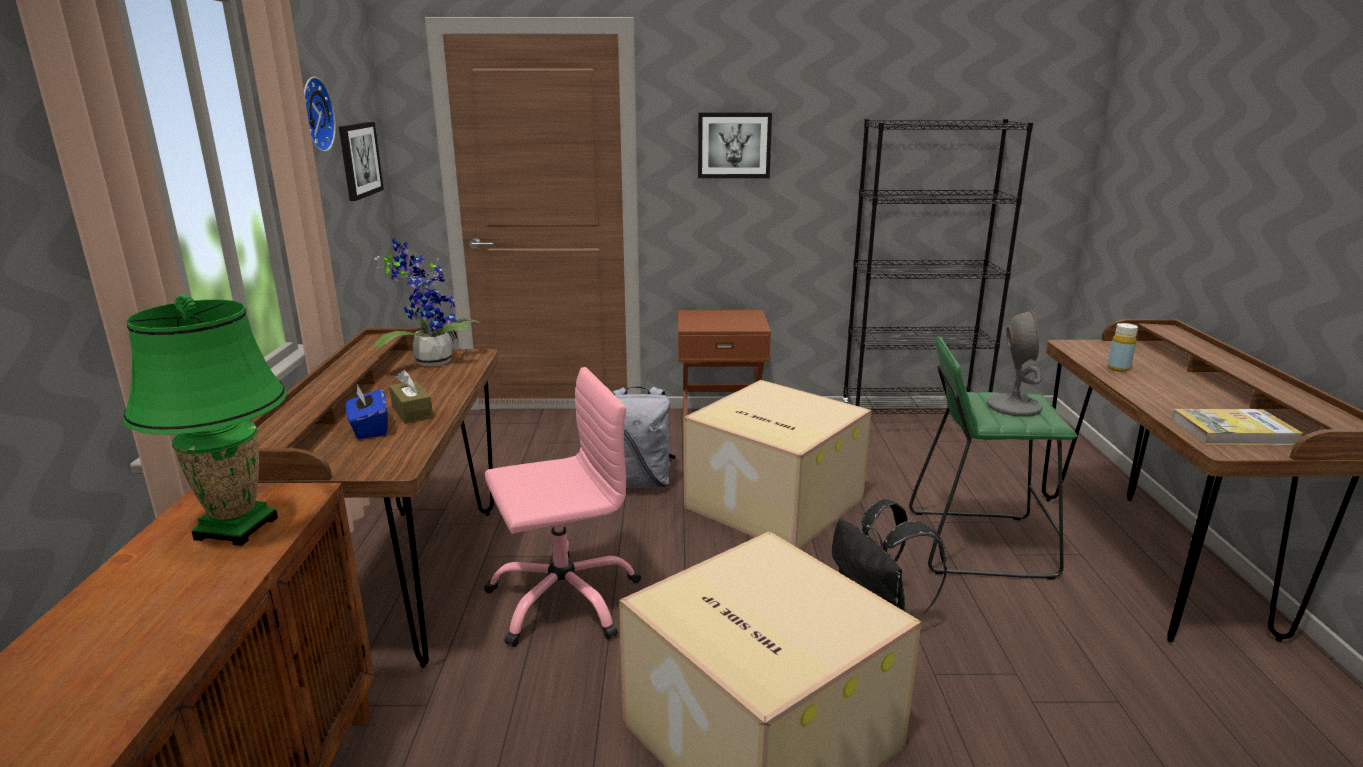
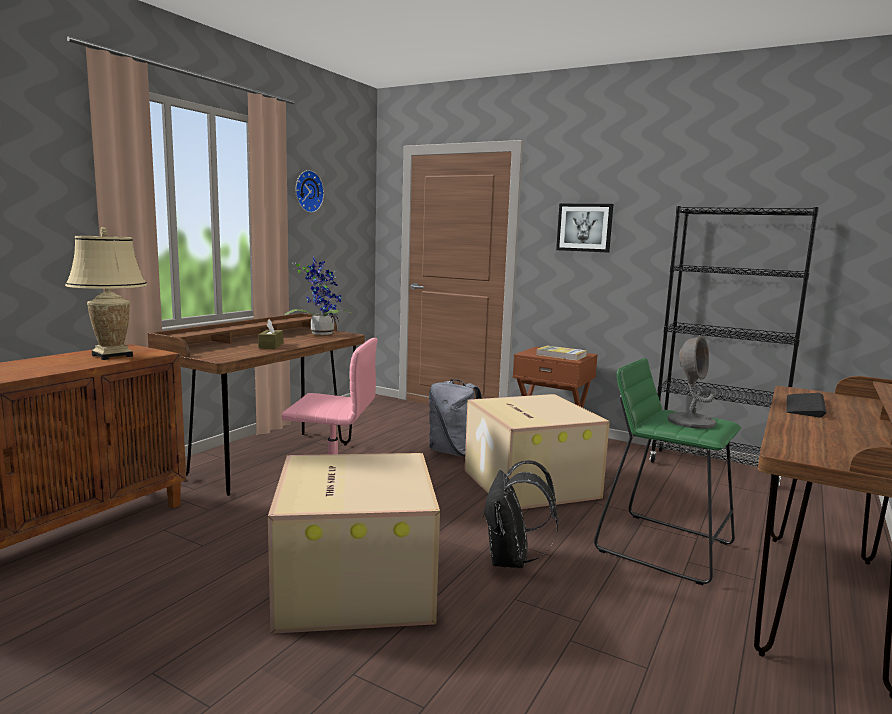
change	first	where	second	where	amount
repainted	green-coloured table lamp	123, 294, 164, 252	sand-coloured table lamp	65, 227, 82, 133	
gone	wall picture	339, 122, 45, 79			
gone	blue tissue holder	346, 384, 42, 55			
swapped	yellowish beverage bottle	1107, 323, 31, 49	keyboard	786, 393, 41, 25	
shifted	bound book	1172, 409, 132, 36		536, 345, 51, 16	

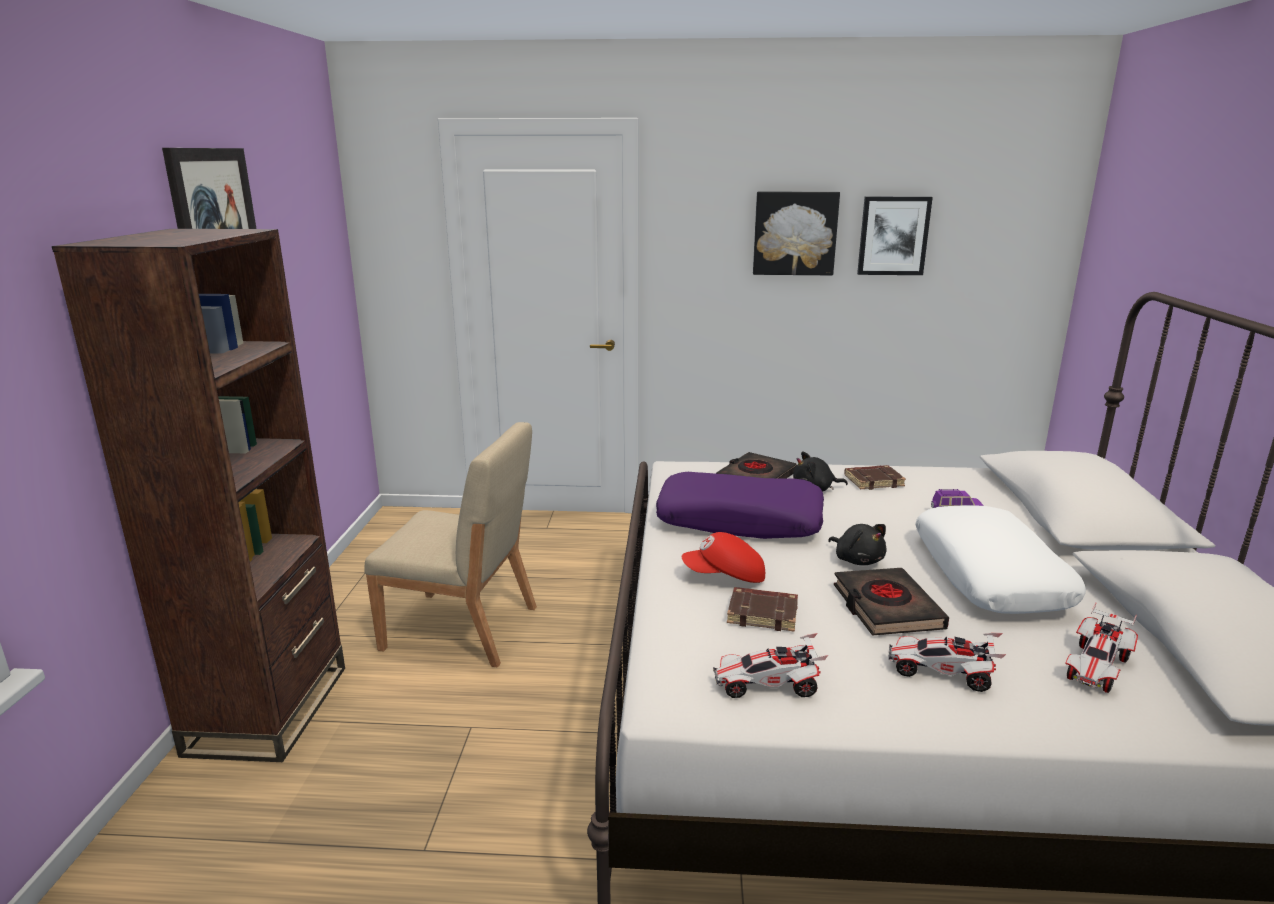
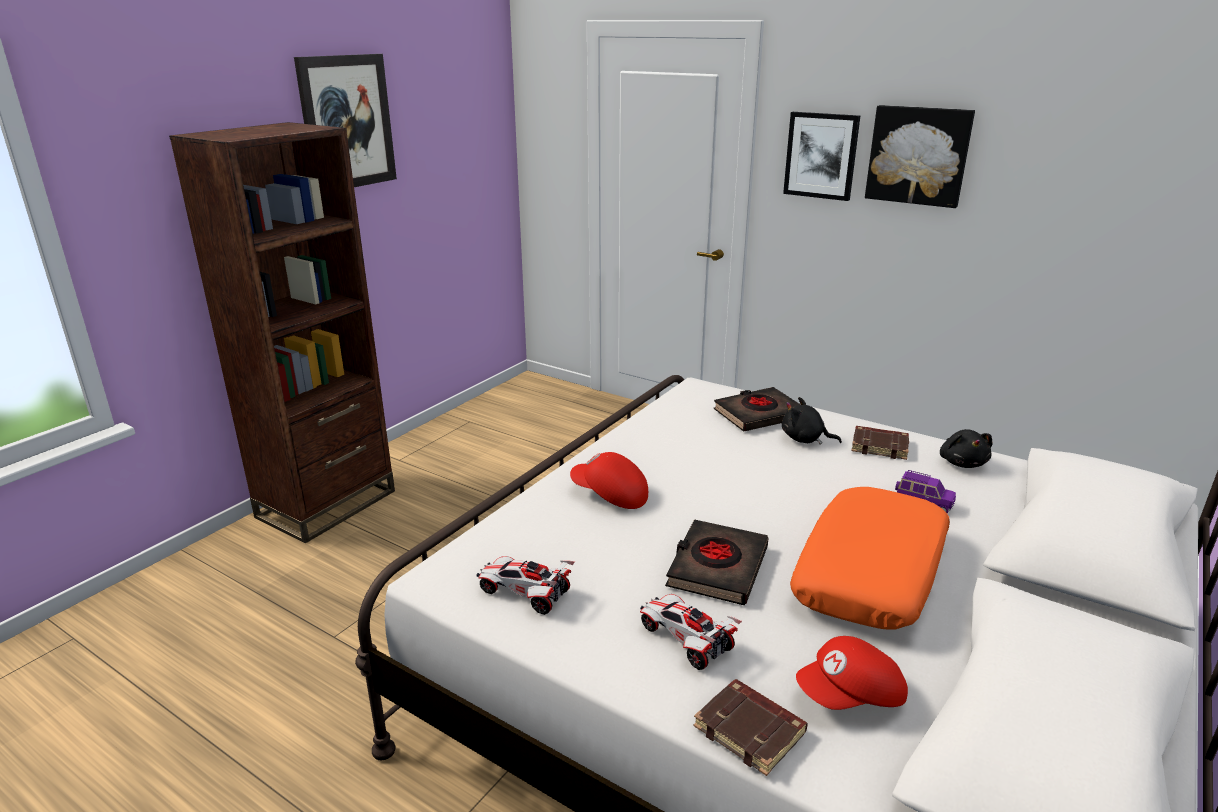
change	first	where	second	where	amount
gone	sand-coloured upright chair	364, 422, 173, 245			
gone	purple throw pillow	656, 472, 168, 67			
shifted	brownish bound book	727, 587, 71, 45		693, 679, 115, 97	
shifted	blackish cuddly toy	828, 524, 58, 41		940, 429, 53, 39	
shifted	wall picture	857, 197, 76, 78		783, 112, 77, 89	
repainted	white throw pillow	915, 506, 171, 108	orangey throw pillow	790, 487, 160, 142	
swapped	toy car	1065, 602, 73, 91	red-coloured peaked cap	796, 636, 112, 74	

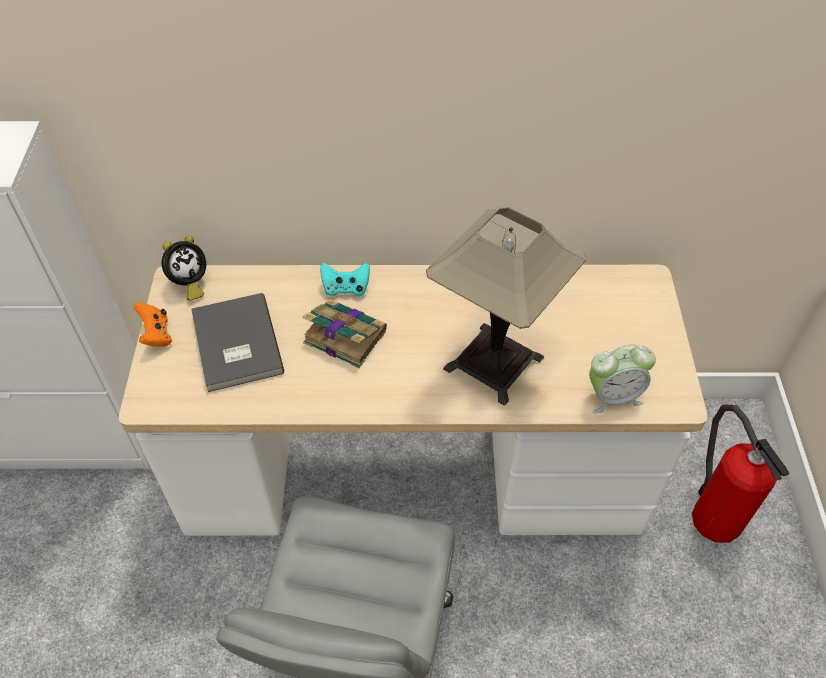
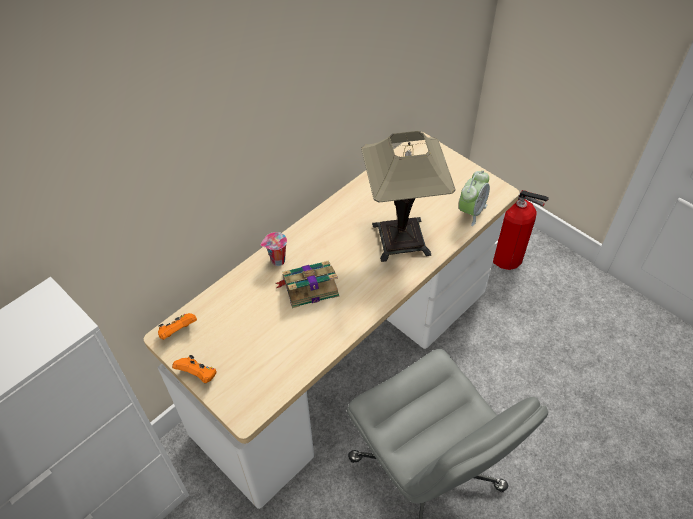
change	first	where	second	where	amount
swapped	alarm clock	162, 236, 44, 65	orangey gamepad	158, 313, 39, 27	
gone	grey bound book	192, 293, 92, 99			
swapped	turquoise-coloured gamepad	320, 263, 50, 33	drinking cup	260, 232, 27, 34	

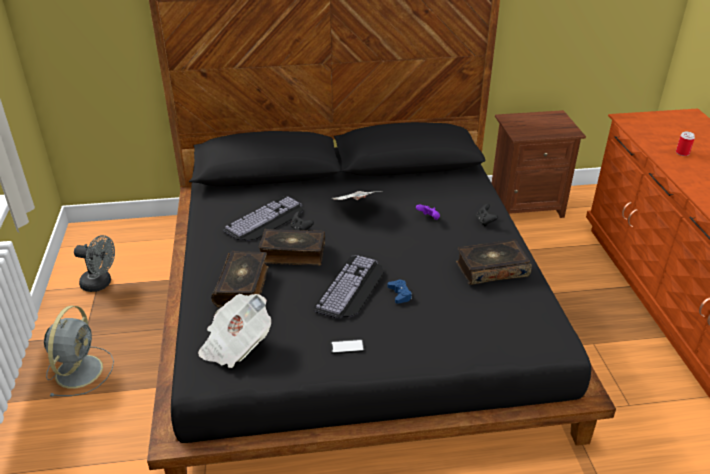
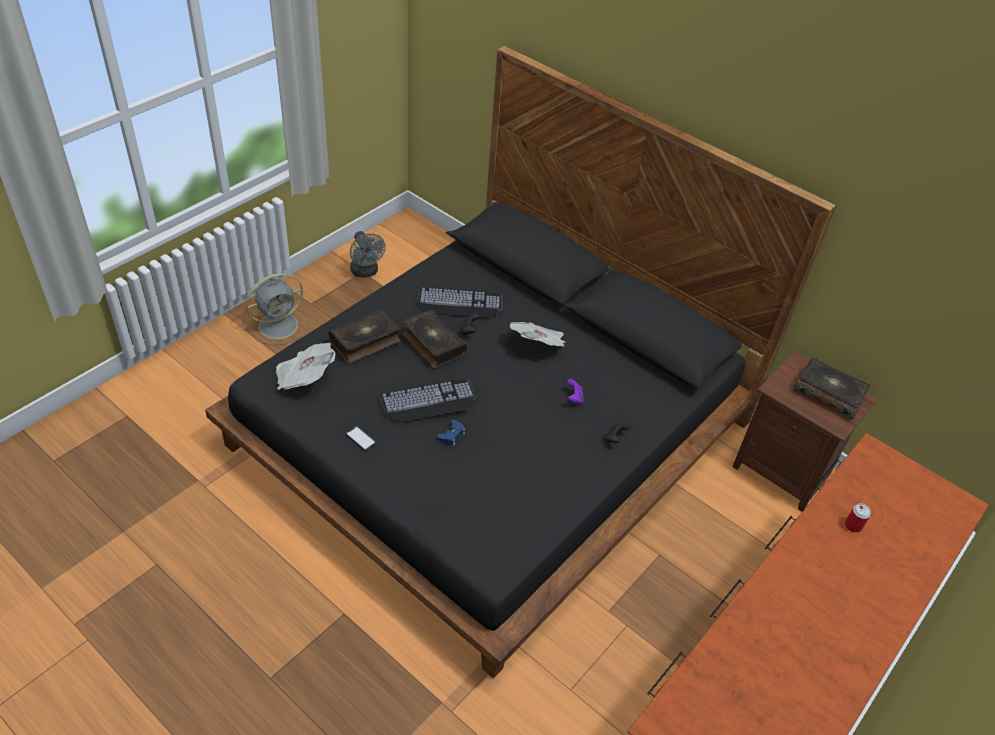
change	first	where	second	where	amount
shifted	bound book	456, 239, 76, 46		794, 357, 76, 63	

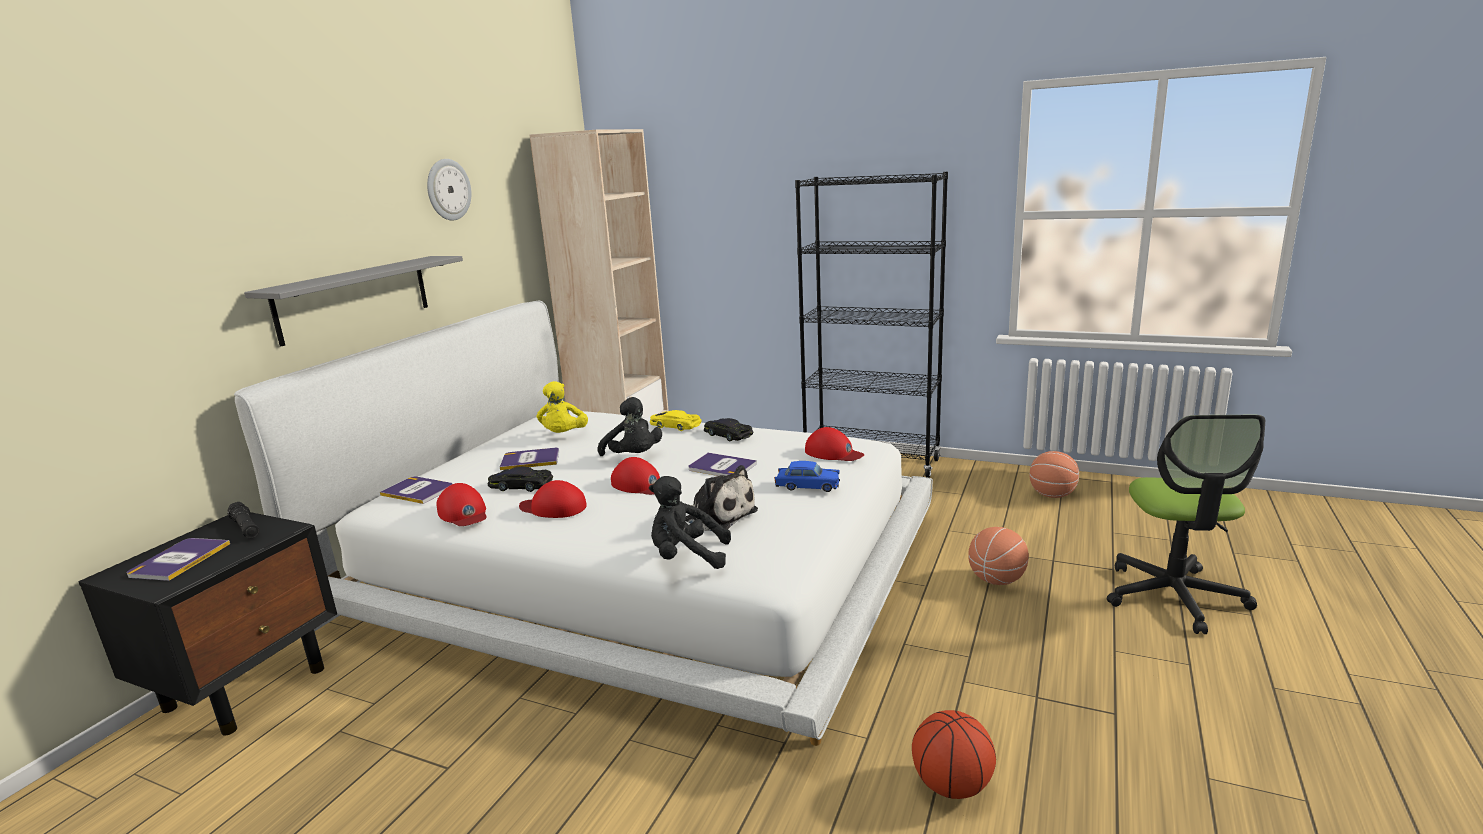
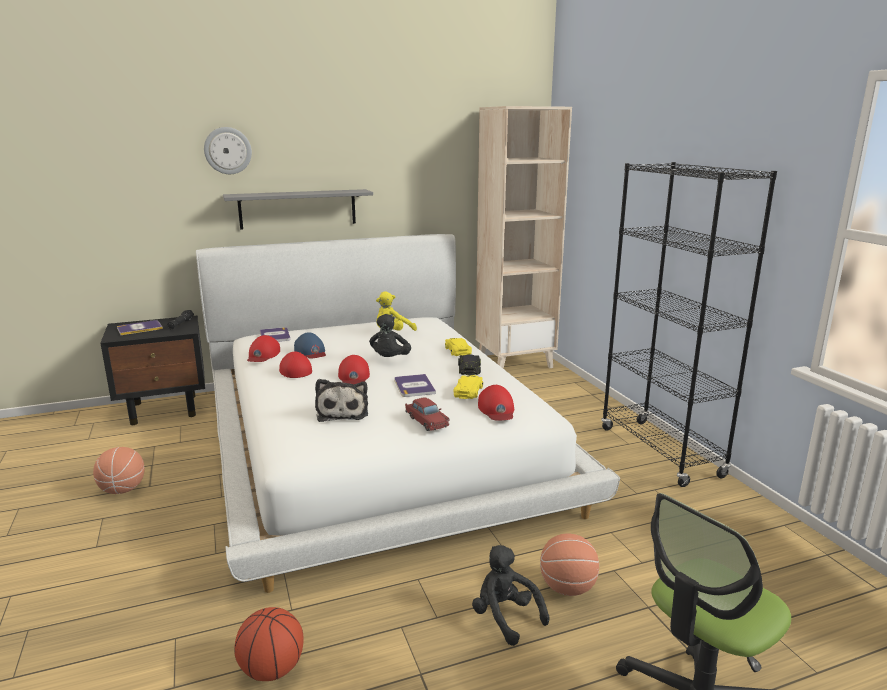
change	first	where	second	where	amount
shifted	wall clock	427, 159, 44, 61		204, 127, 48, 47	
swapped	blackish toy car	488, 467, 65, 25	blue peaked cap	294, 332, 32, 27	
gone	bound book	500, 448, 59, 22			
shifted	blackish cuddly toy	649, 476, 82, 93		472, 545, 78, 101	
repainted	blue toy car	774, 461, 66, 31	red-coloured toy car	405, 397, 45, 34	
shifted	basketball ball	1030, 451, 49, 47		93, 447, 52, 47	
new			yellowish toy car	454, 375, 29, 24	

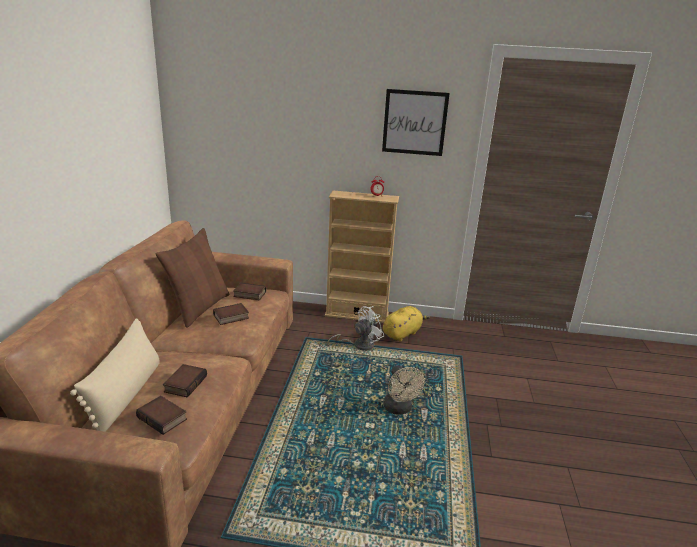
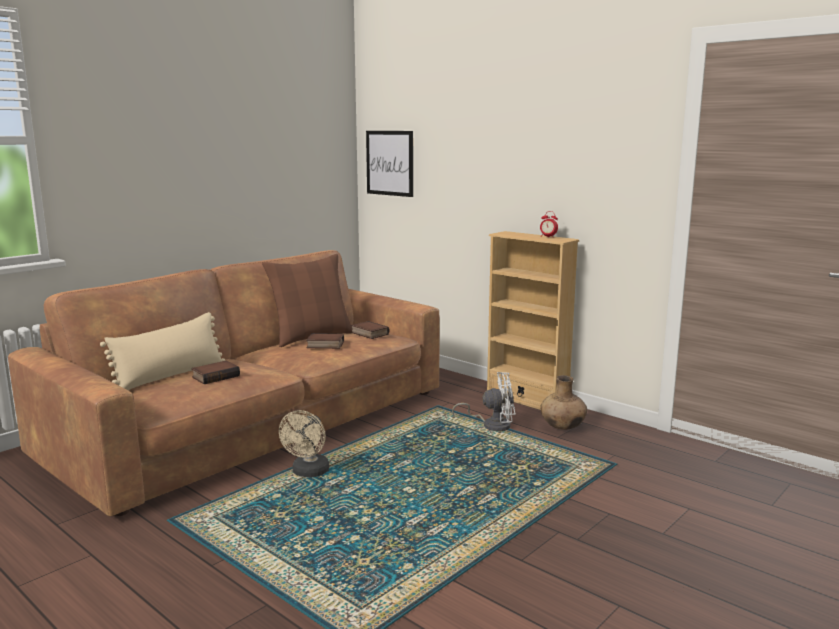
change	first	where	second	where	amount
gone	bound book	136, 396, 51, 39			
shifted	wall picture	382, 89, 68, 67		366, 131, 47, 66	
swapped	yellowish cuddly toy	383, 306, 47, 36	brownish vase	540, 375, 47, 55	
shifted	sand-coloured electric fan	383, 365, 42, 50		279, 410, 50, 67	

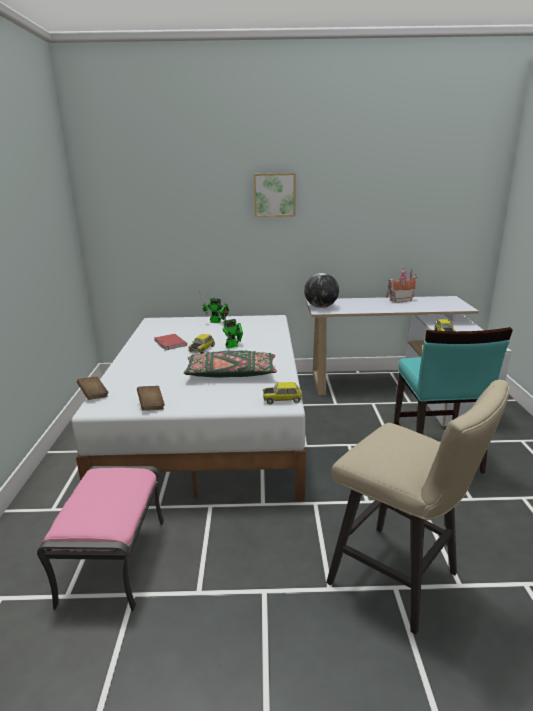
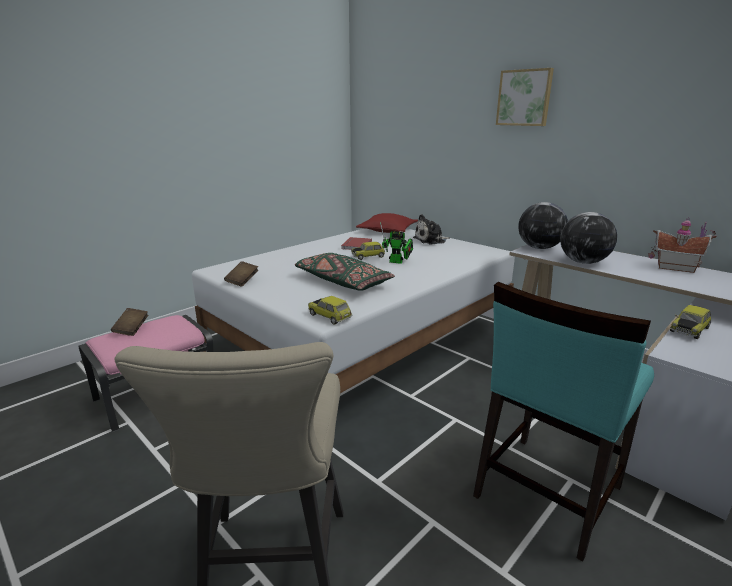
change	first	where	second	where	amount
shifted	brownish bound book	77, 376, 32, 24		111, 308, 37, 28	
swapped	robot figure	200, 292, 29, 31	cuddly toy	413, 214, 36, 30	
new			red-coloured throw pillow	356, 213, 62, 20	
new			desk globe	560, 212, 57, 52	

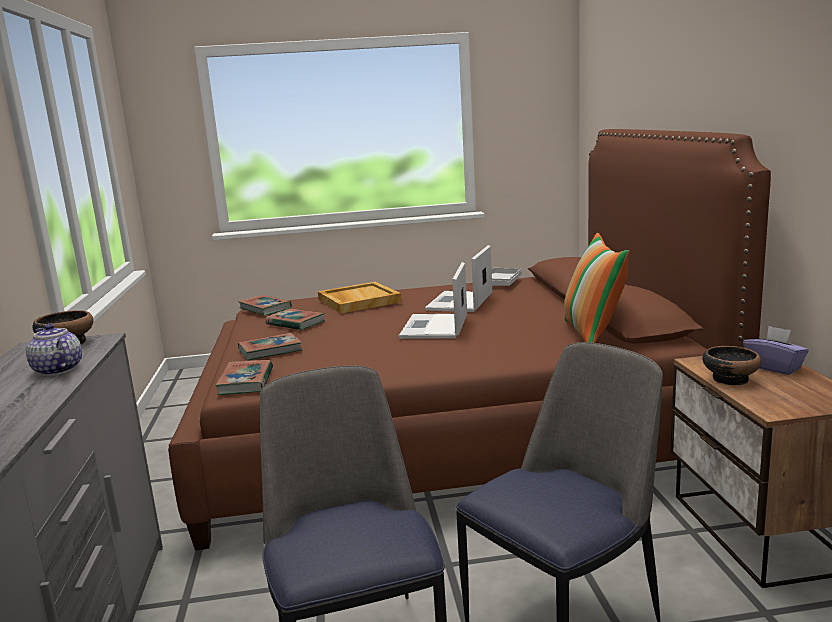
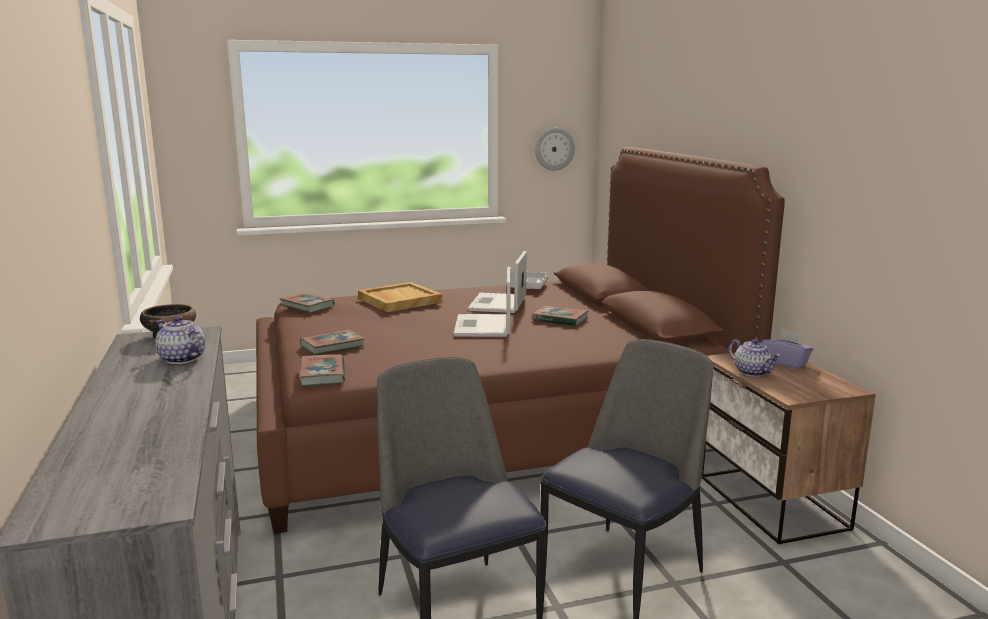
change	first	where	second	where	amount
shifted	bound book	265, 308, 60, 22		532, 306, 57, 20	
gone	throw pillow	564, 233, 65, 110			
swapped	deep dish	702, 346, 59, 39	teapot	728, 339, 53, 38	
new			wall clock	535, 128, 40, 43	

